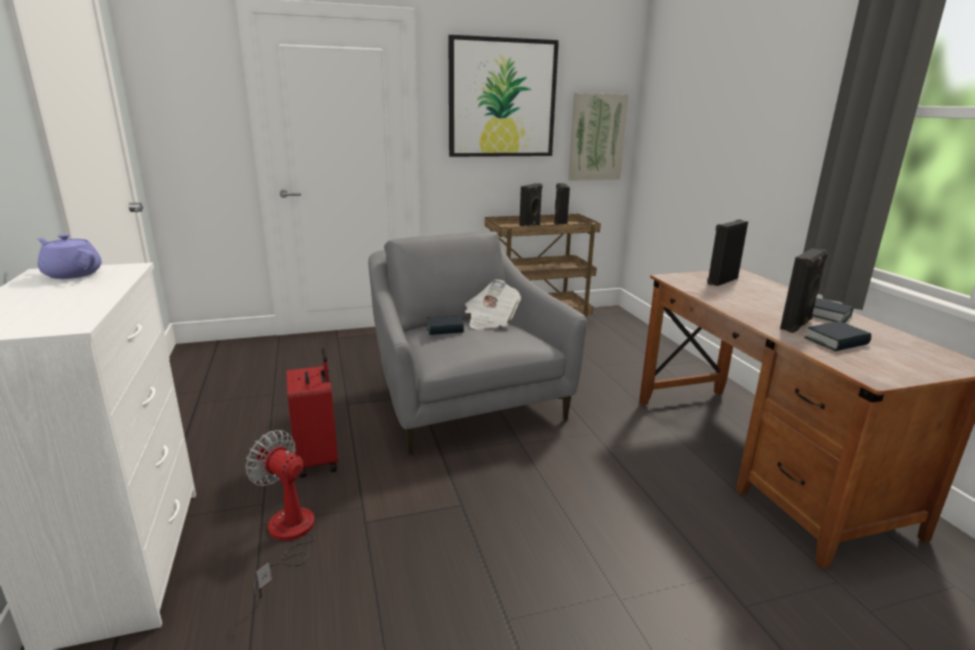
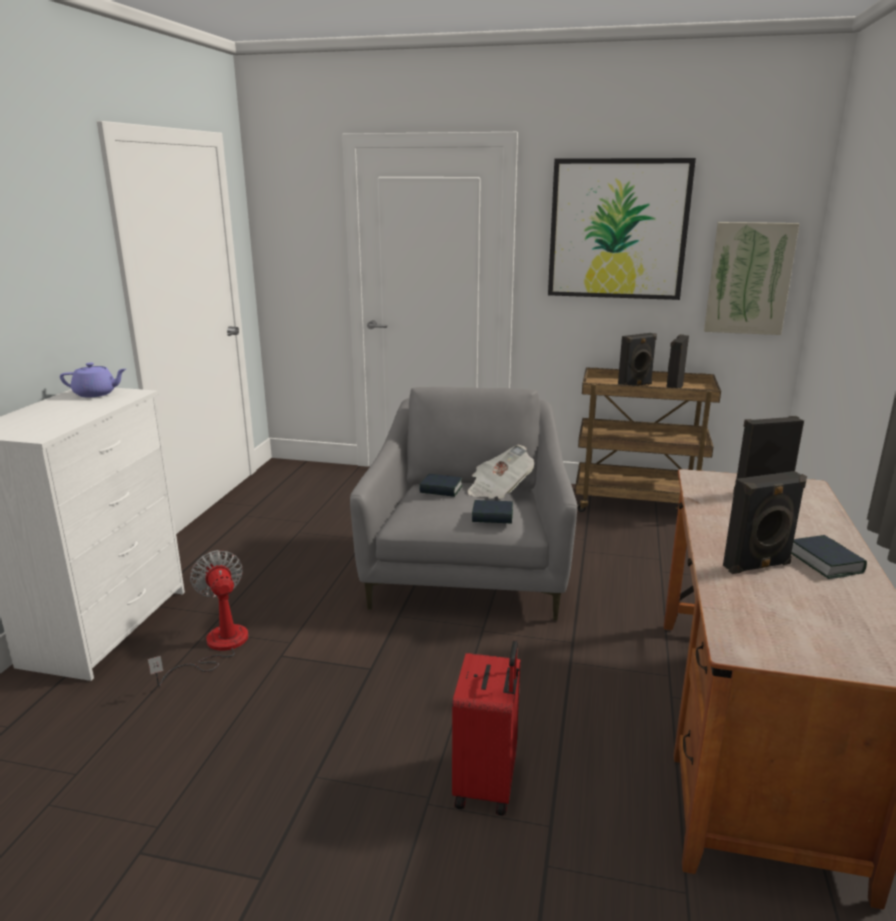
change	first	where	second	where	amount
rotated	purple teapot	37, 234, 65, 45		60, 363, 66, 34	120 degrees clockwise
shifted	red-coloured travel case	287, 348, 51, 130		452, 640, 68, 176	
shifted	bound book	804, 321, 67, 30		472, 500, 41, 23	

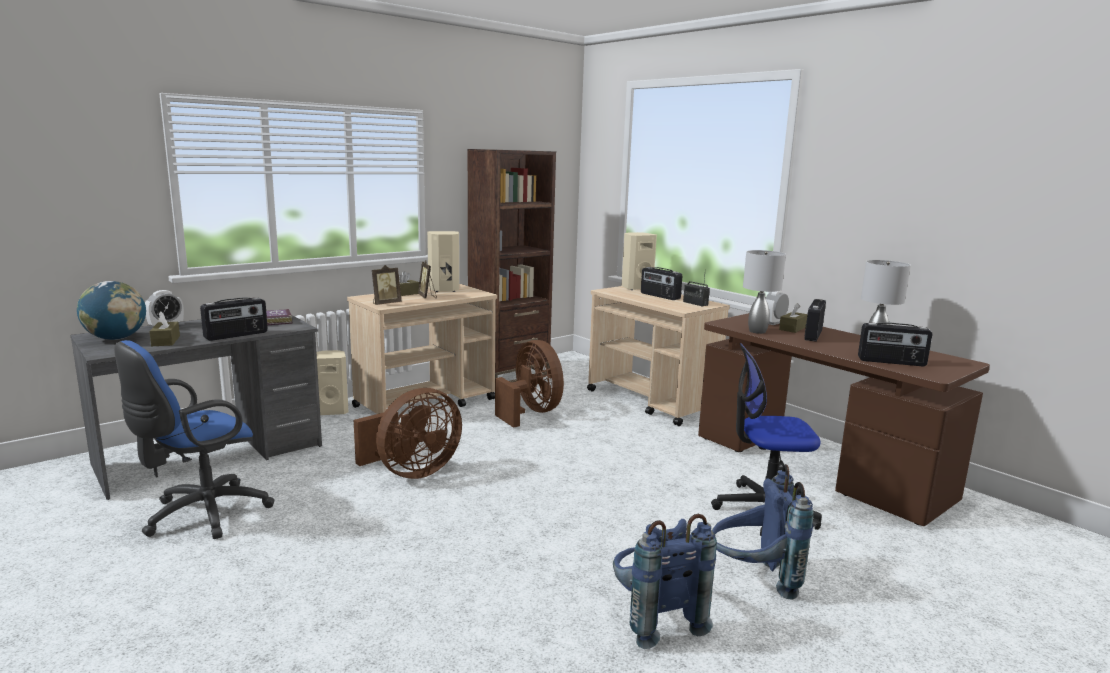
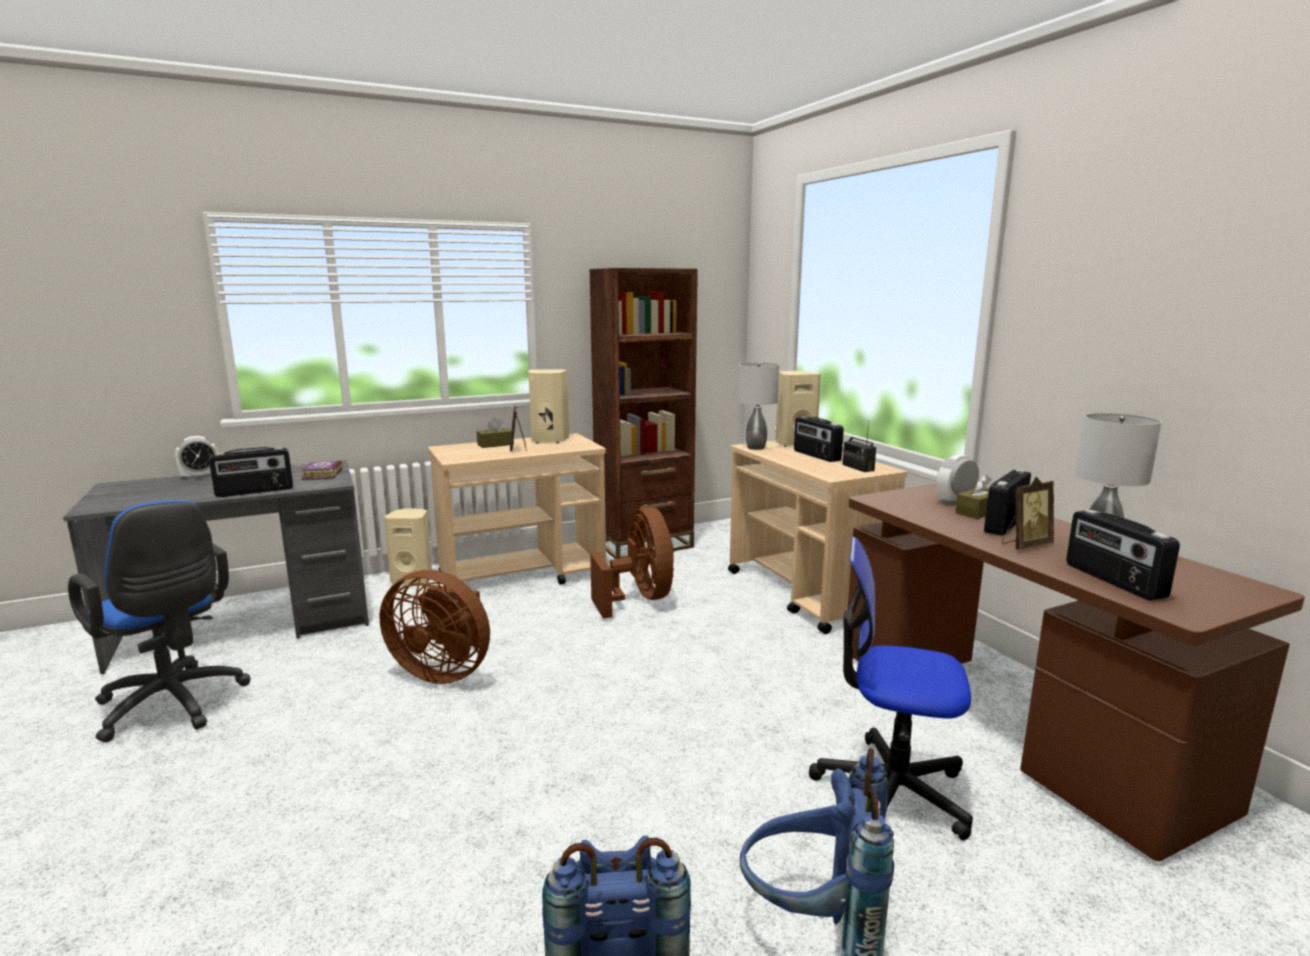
change	first	where	second	where	amount
gone	desk globe	77, 281, 69, 59			
rotated	blue computer chair	114, 340, 160, 199		68, 500, 183, 242	105 degrees counterclockwise
gone	brownish tissue holder	149, 312, 31, 34			
rotated	brownish electric fan	354, 388, 108, 91		380, 570, 110, 114	45 degrees clockwise
shifted	photo frame	372, 265, 29, 40		1002, 477, 52, 73	
shifted	grey table lamp	743, 250, 43, 84		738, 363, 41, 87	
rotated	radio	858, 322, 74, 44		1066, 510, 114, 91	45 degrees clockwise

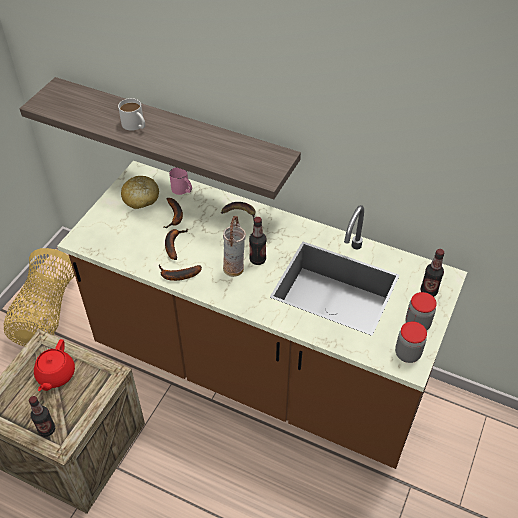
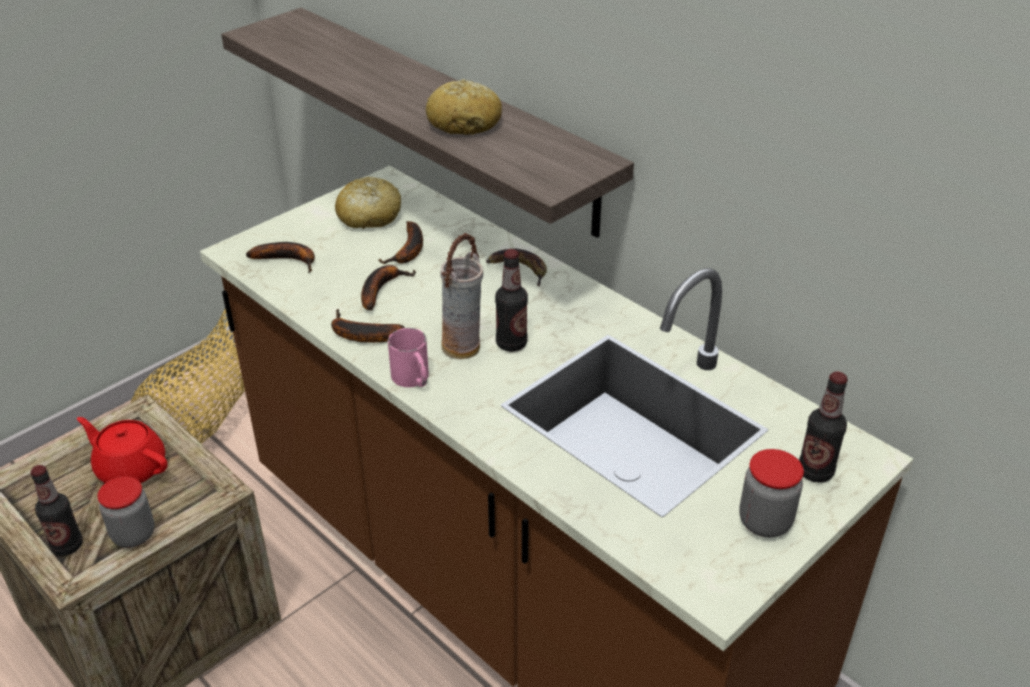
change	first	where	second	where	amount
rotated	red-coloured teapot	34, 339, 41, 52		77, 417, 91, 66	90 degrees clockwise
gone	white coffee mug	118, 98, 27, 33			
shifted	pink-coloured coffee mug	169, 167, 23, 28		388, 328, 41, 59	
shifted	jar	395, 322, 32, 41		97, 476, 57, 72	
new			banana fruit	246, 242, 69, 31	
new			bread	426, 79, 76, 56	

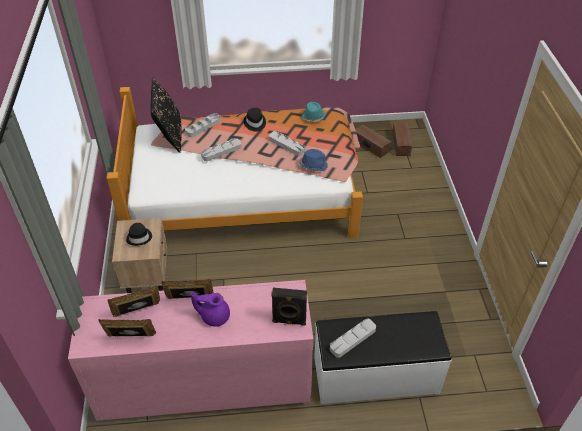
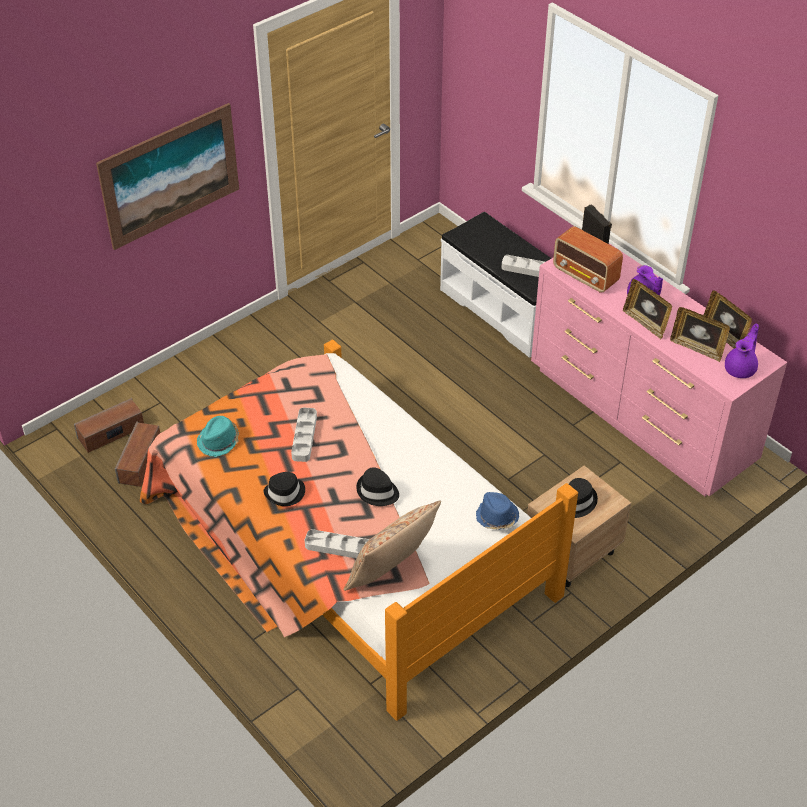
change	first	where	second	where	amount
repainted	blackish throw pillow	150, 77, 32, 76	sand-coloured throw pillow	344, 501, 97, 90	
swapped	grey tray	201, 138, 40, 23	blackish hat	357, 467, 42, 39	
shifted	blue hat	299, 149, 29, 22		476, 492, 43, 38	
new			wall picture	96, 103, 143, 147	
new			radio	553, 226, 70, 67	
new			purple teapot	725, 323, 34, 55	

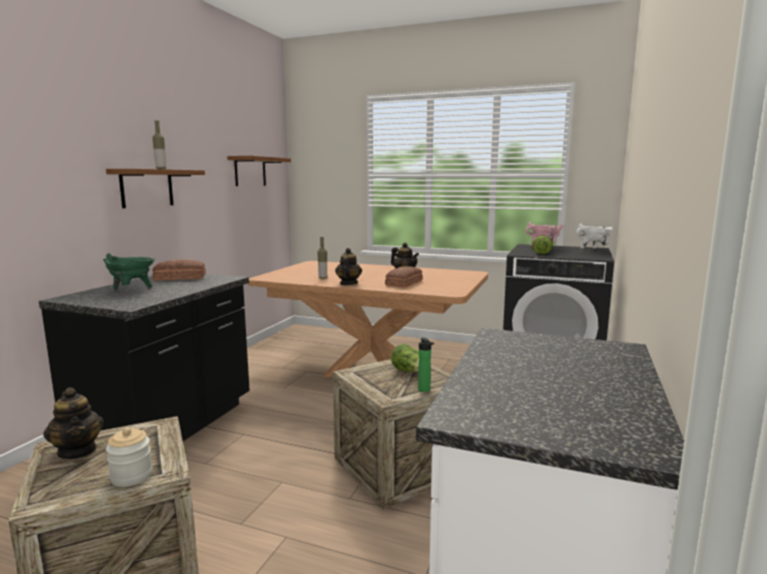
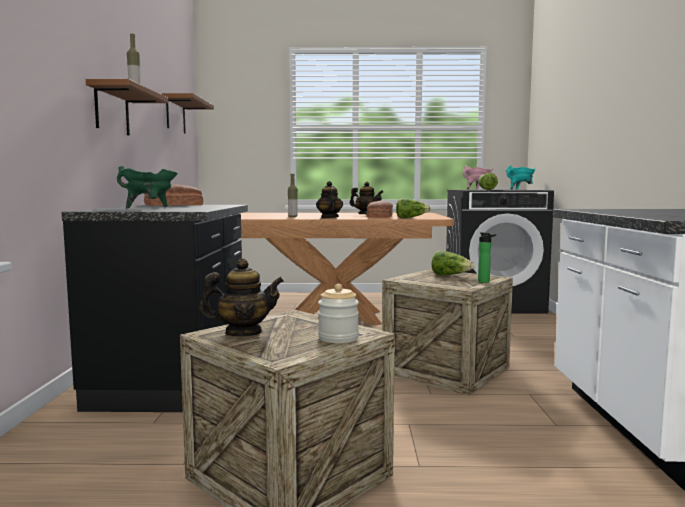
change	first	where	second	where	amount
rotated	teapot	43, 387, 61, 72		199, 258, 85, 78	45 degrees counterclockwise
repainted	white cooking pot	576, 224, 38, 27	turquoise-coloured cooking pot	505, 165, 31, 25	
new			head of lettuce	396, 199, 35, 19	

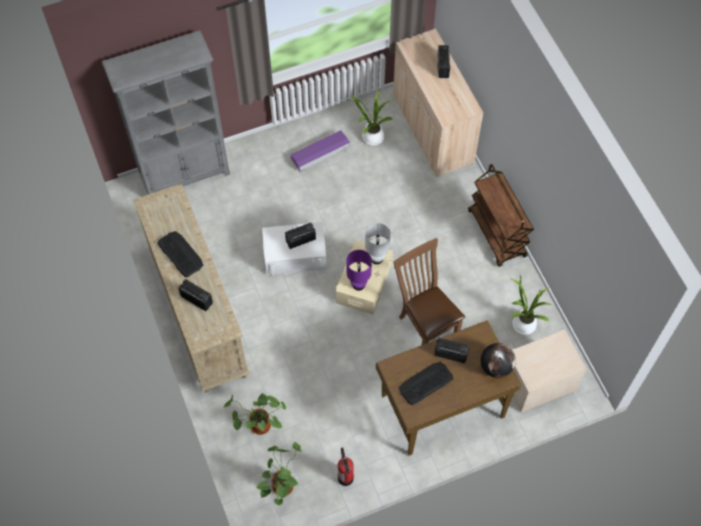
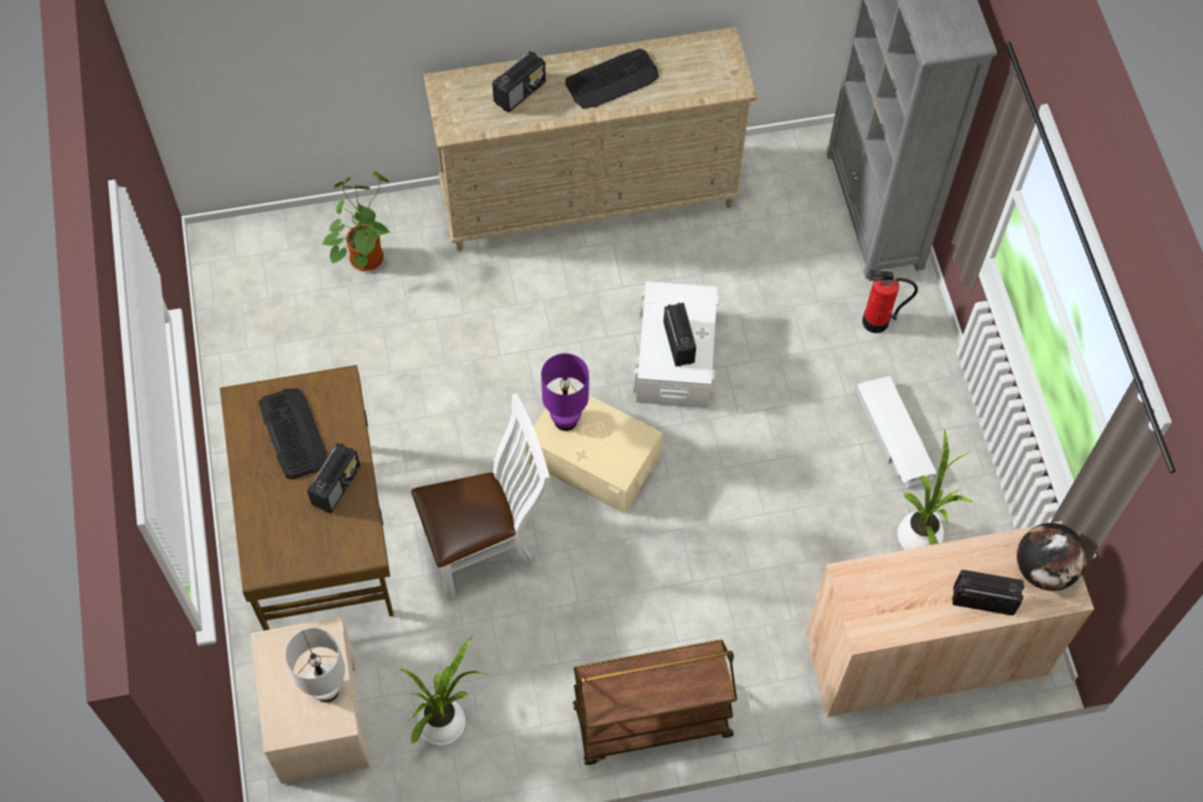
change	first	where	second	where	amount
gone	plant in a pot	256, 442, 46, 63			
repainted	purple storage box	291, 130, 59, 42	white storage box	855, 376, 82, 112	
shifted	extinguisher	338, 448, 16, 38		862, 270, 56, 63	
shifted	white table lamp	365, 223, 26, 41		285, 628, 60, 74	
repainted	brownish upright chair	394, 238, 71, 107	white upright chair	411, 393, 139, 206	
shifted	desk globe	481, 343, 35, 35		1017, 523, 70, 68	

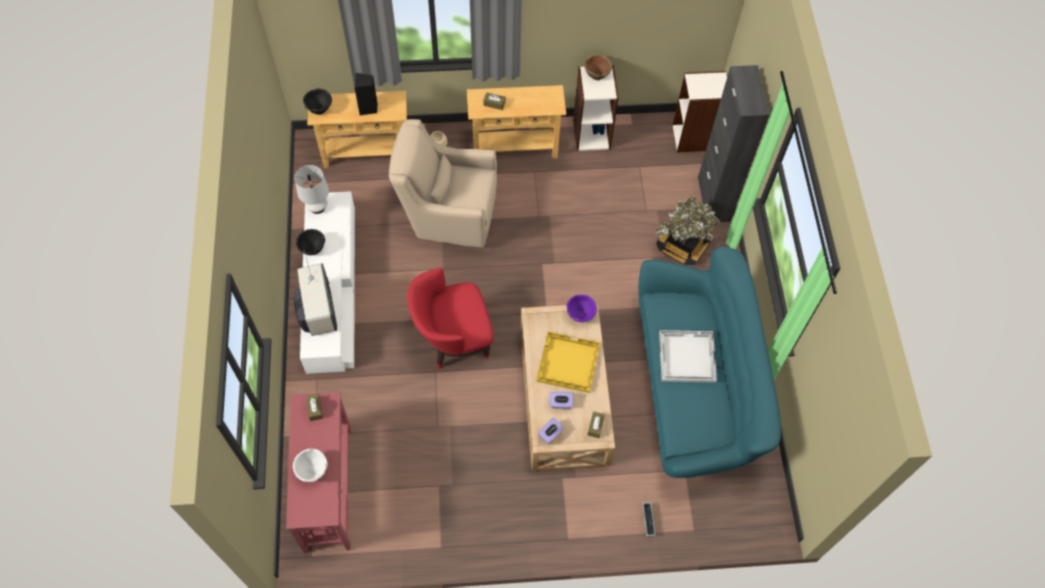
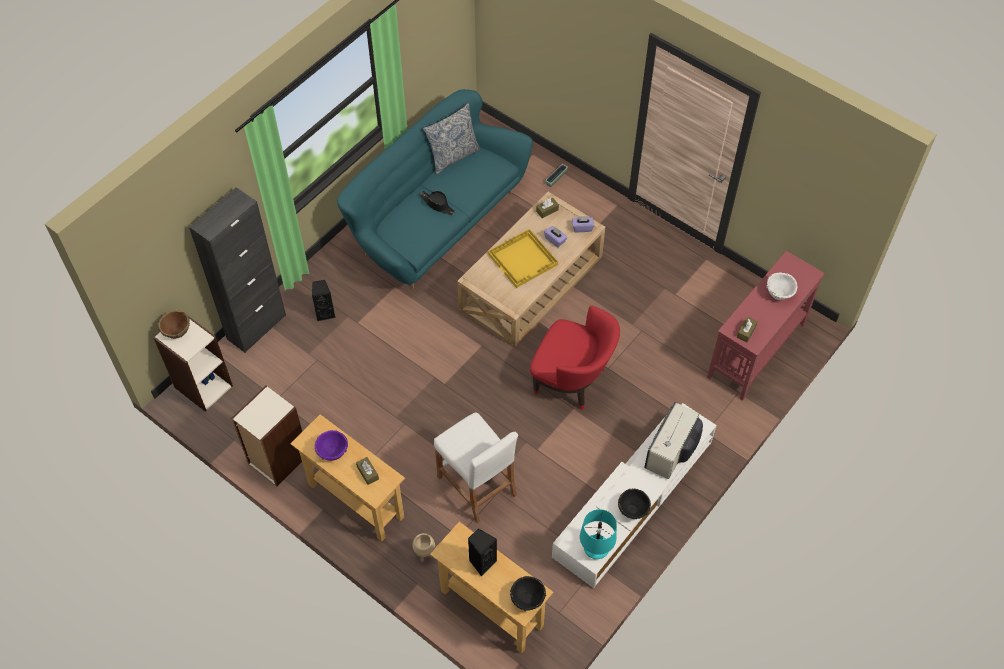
change	first	where	second	where	amount
repainted	white table lamp	294, 165, 35, 49	turquoise-coloured table lamp	580, 509, 37, 50	
swapped	sand-coloured lounge chair	389, 119, 108, 129	white sitting stool	434, 413, 84, 110	
shifted	purple deep dish	567, 294, 30, 29		315, 430, 33, 31	
shifted	brownish deep dish	584, 55, 29, 25		158, 310, 32, 29	
swapped	plant in a pot	656, 195, 64, 70	blackish audio speaker	312, 280, 24, 41	
swapped	white tray	659, 330, 58, 53	blackish hat	420, 191, 35, 24	
new			throw pillow	423, 103, 58, 71	

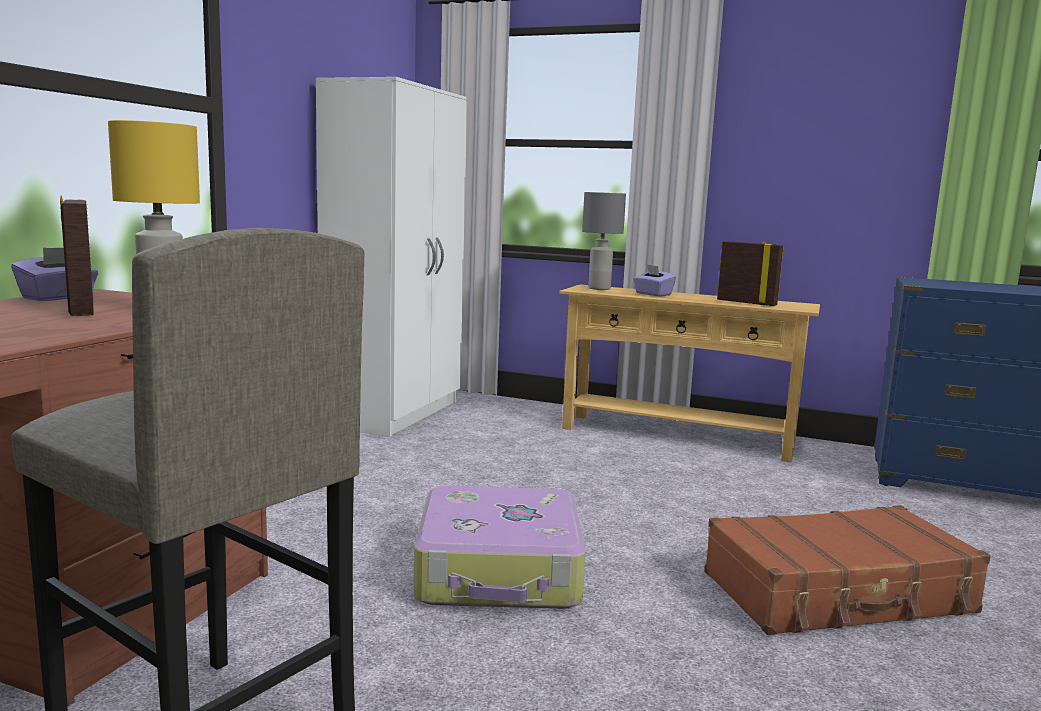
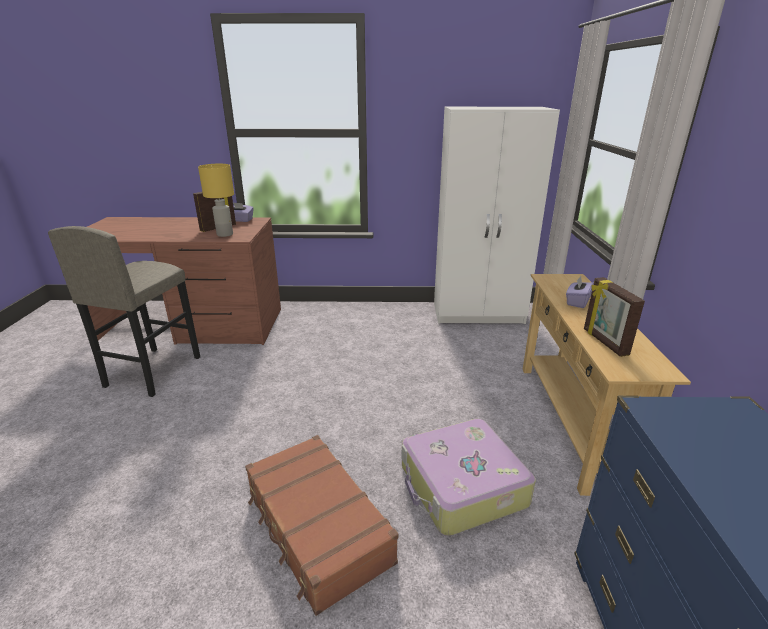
change	first	where	second	where	amount
shifted	travel case	413, 486, 173, 123		401, 419, 134, 117	
gone	grey table lamp	582, 192, 44, 98			
rotated	photo frame	717, 241, 66, 65		584, 277, 61, 80	150 degrees clockwise

